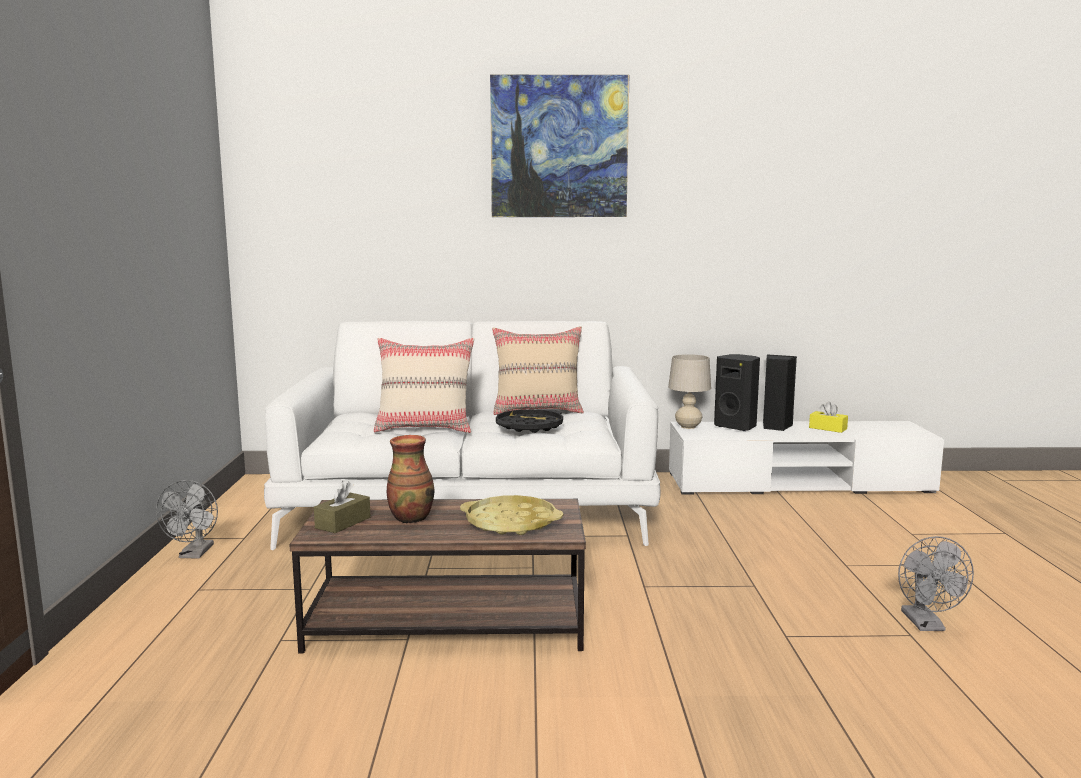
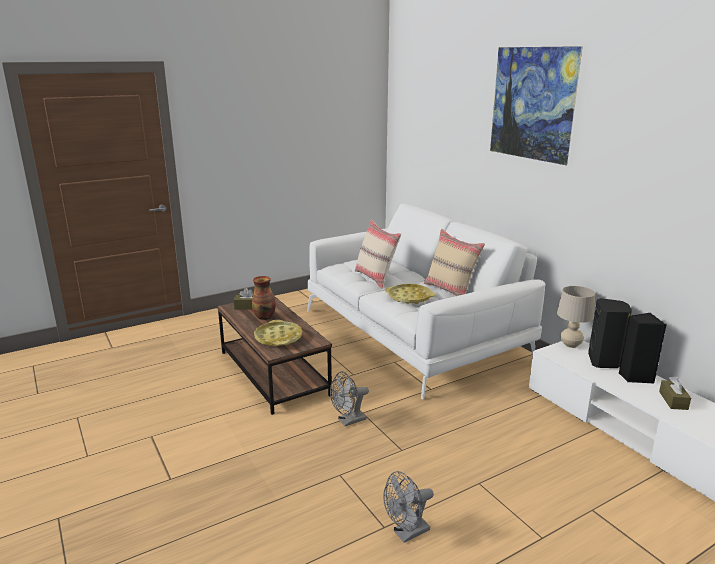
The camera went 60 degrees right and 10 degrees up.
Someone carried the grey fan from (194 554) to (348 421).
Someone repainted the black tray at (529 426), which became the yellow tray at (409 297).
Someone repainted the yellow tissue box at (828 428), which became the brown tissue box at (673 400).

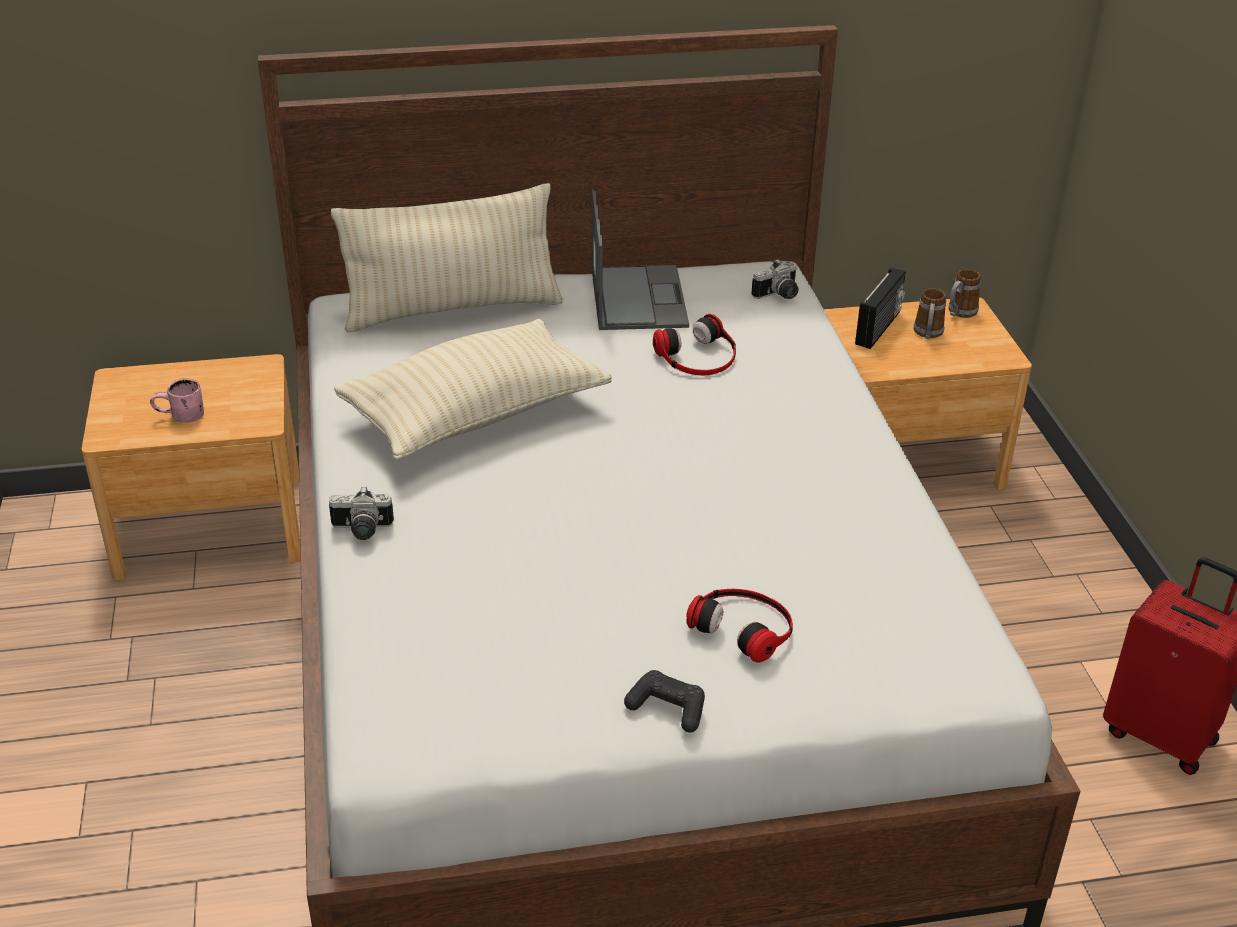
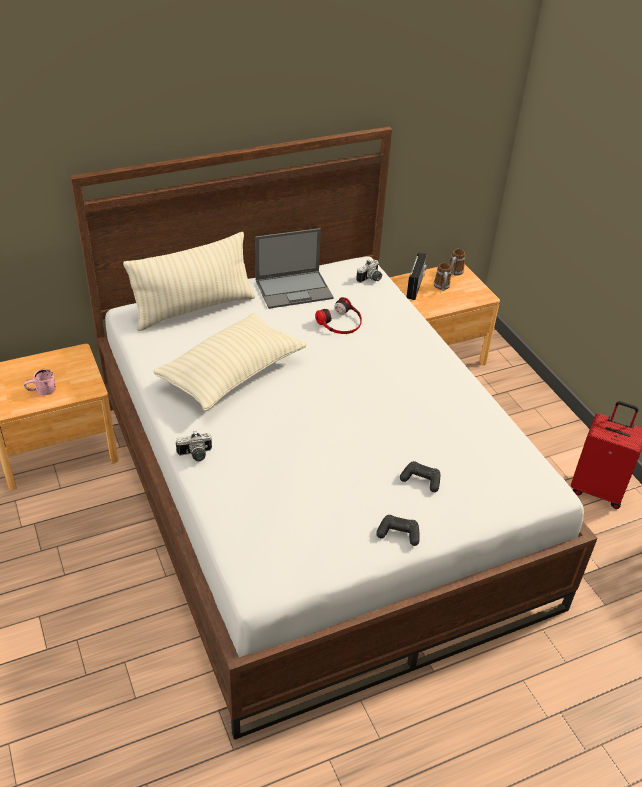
The camera went 15 degrees left and 5 degrees up.
Someone rotated the laptop at (637 297) by 90 degrees clockwise.
Someone swapped the headphones at (744 626) for the black game controller at (421 480).

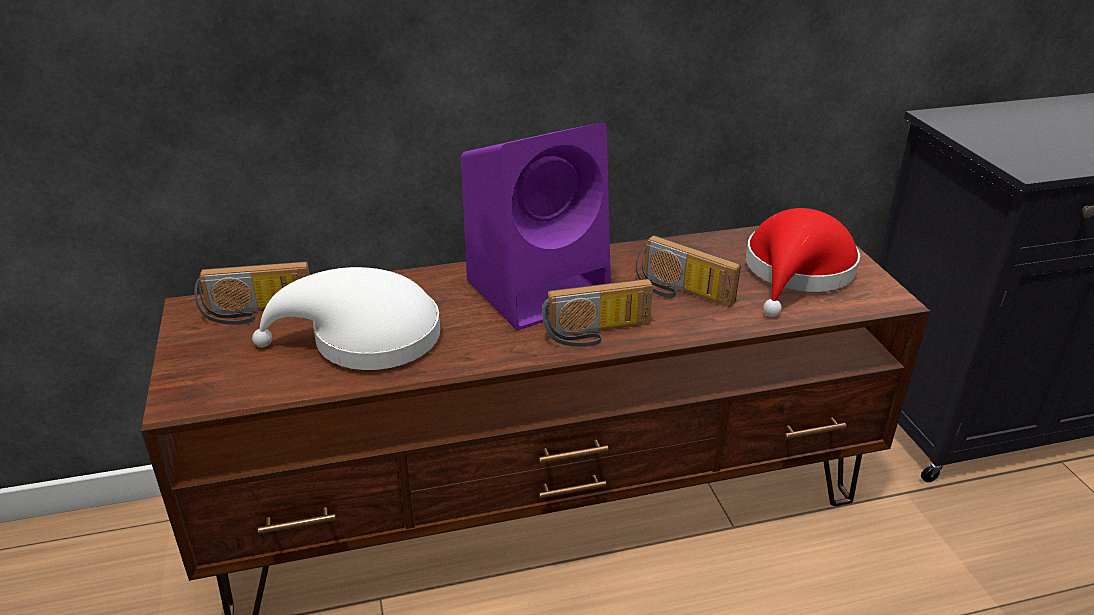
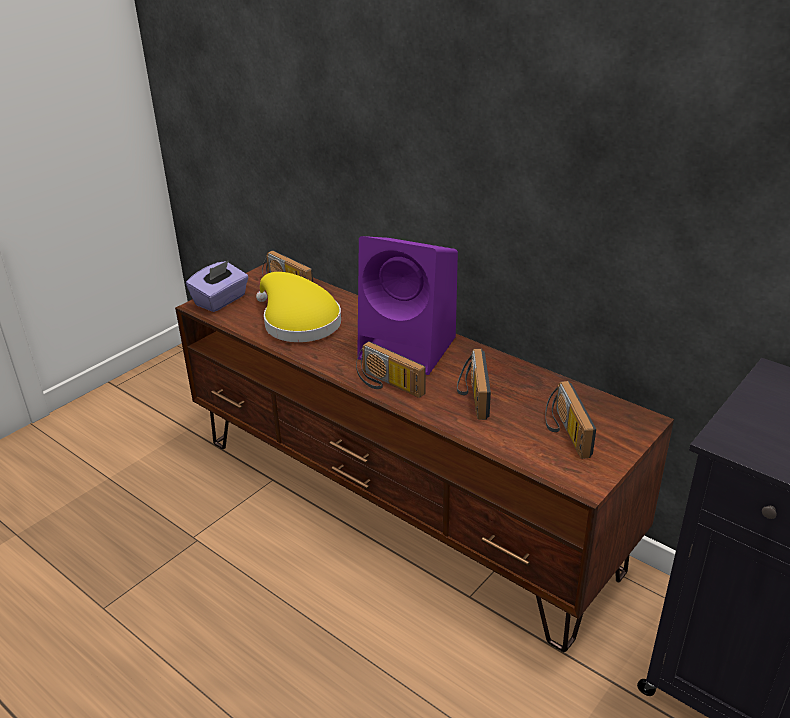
The camera went 55 degrees right and 0 degrees up.
Someone put down the purple tissue box at (221 301).
Someone repainted the white hat at (366 339), which became the yellow hat at (298 322).
Someone swapped the red hat at (797 272) for the radio at (564 432).

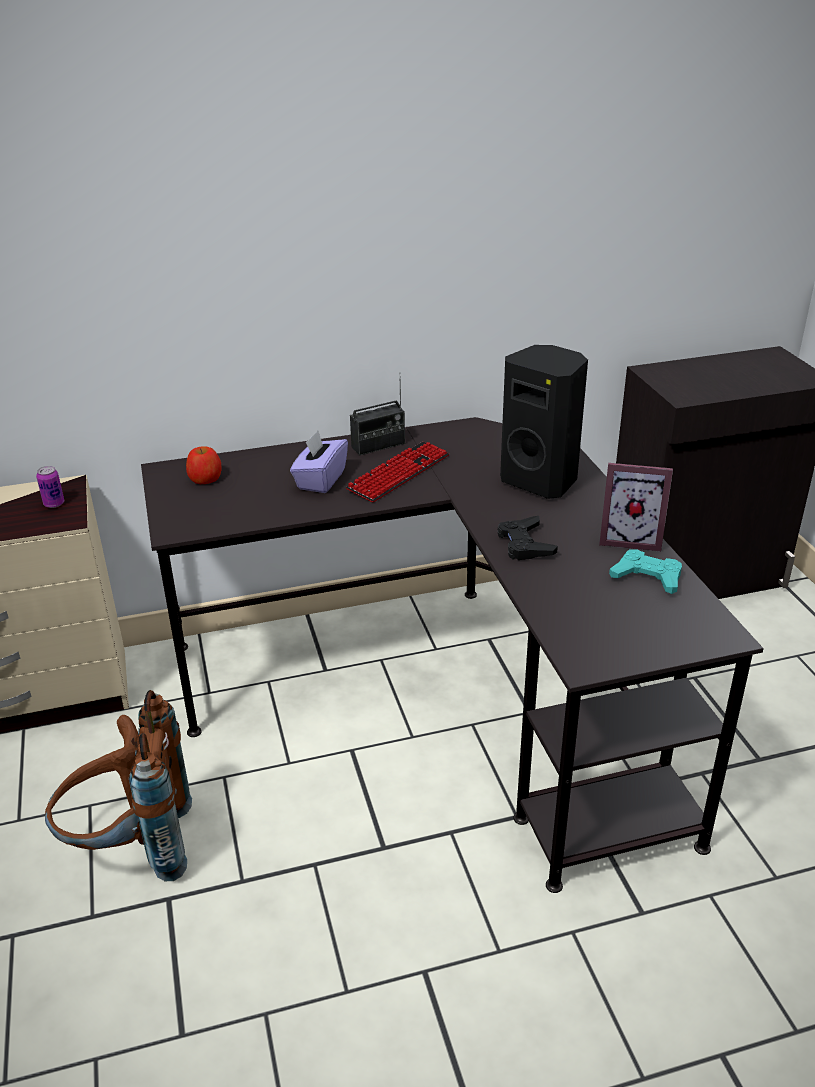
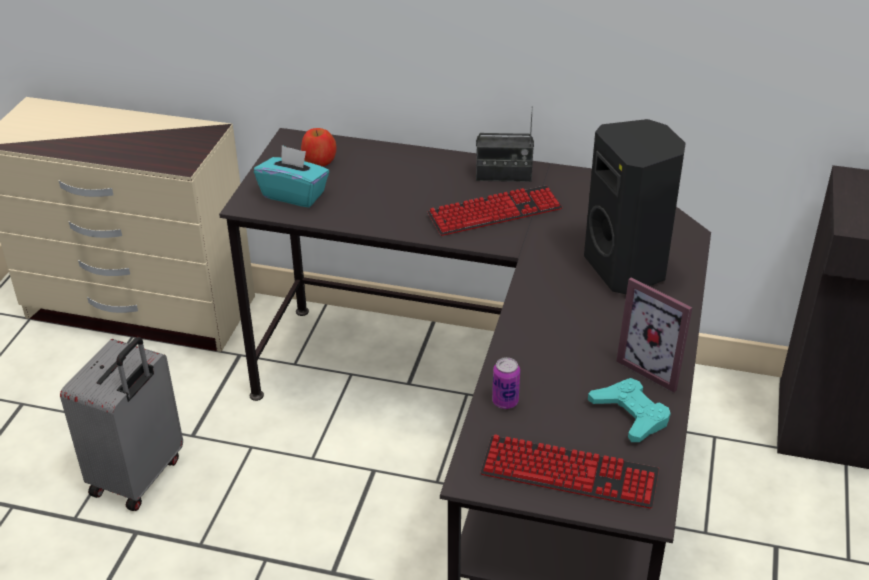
The camera went 30 degrees right and 5 degrees up.
Someone swapped the brown backpack at (132 848) for the grey suitcase at (139 477).
Someone put down the turquoise tissue box at (294 194).
Someone put down the keyboard at (569 474).
Someone carried the can from (54 504) to (505 401).
Someone took away the purple tissue box at (320 480).
Someone took away the black game controller at (525 544).

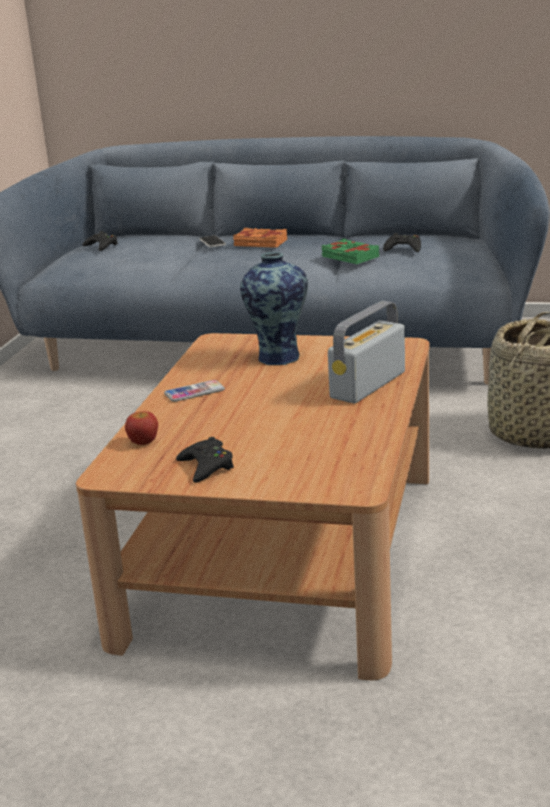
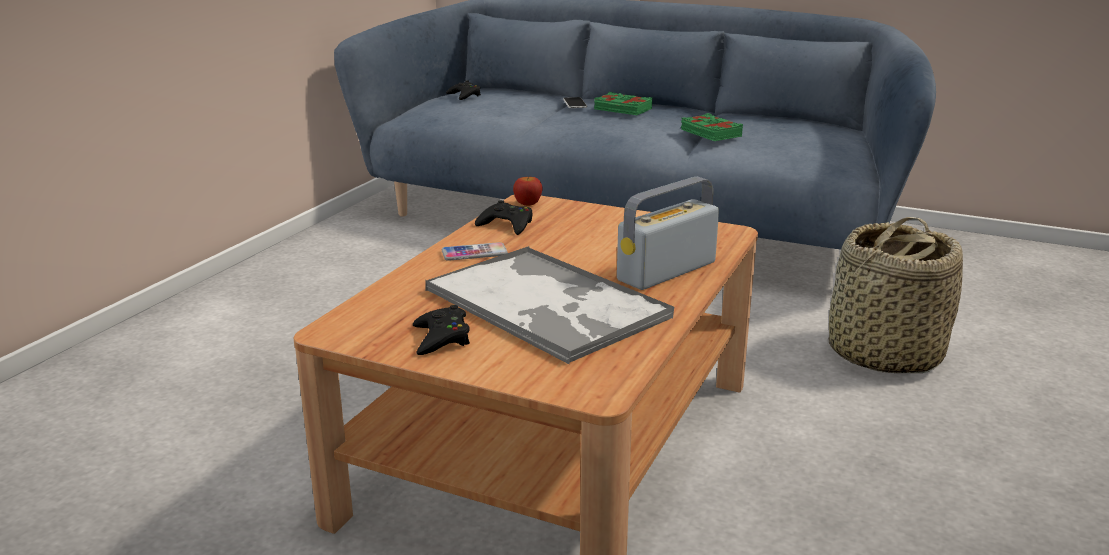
The camera went 10 degrees right and 0 degrees up.
Someone put down the tray at (547 305).
Someone carried the black game controller from (403 248) to (507 225).
Someone carried the apple from (143 442) to (528 204).
Someone repainted the orange book at (260 243), which became the green book at (622 109).
Someone took away the vase at (279 357).

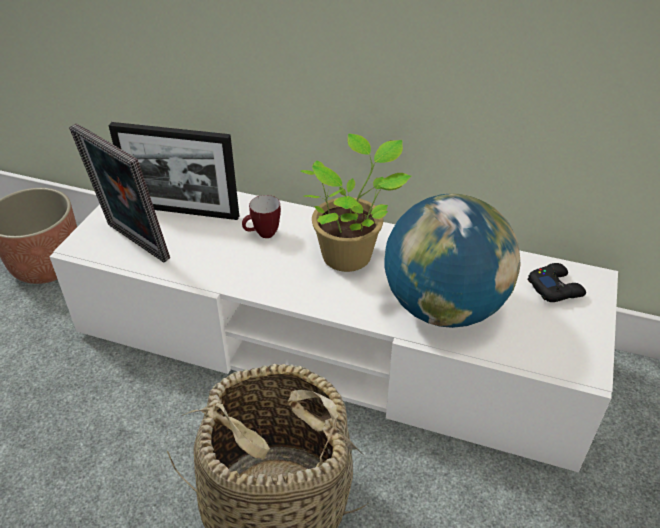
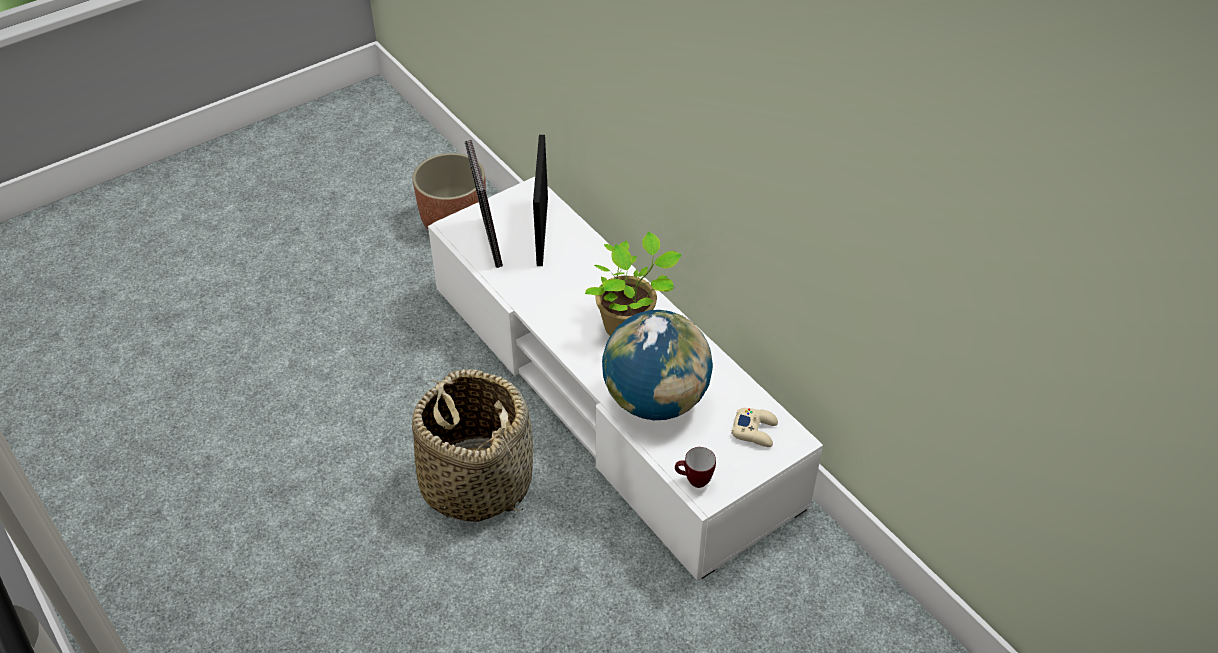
The camera went 35 degrees right and 5 degrees up.
Someone rotated the picture frame at (183 211) by 45 degrees clockwise.
Someone carried the mug from (262 235) to (693 481).
Someone repainted the black game controller at (555 288), which became the beige game controller at (755 430).

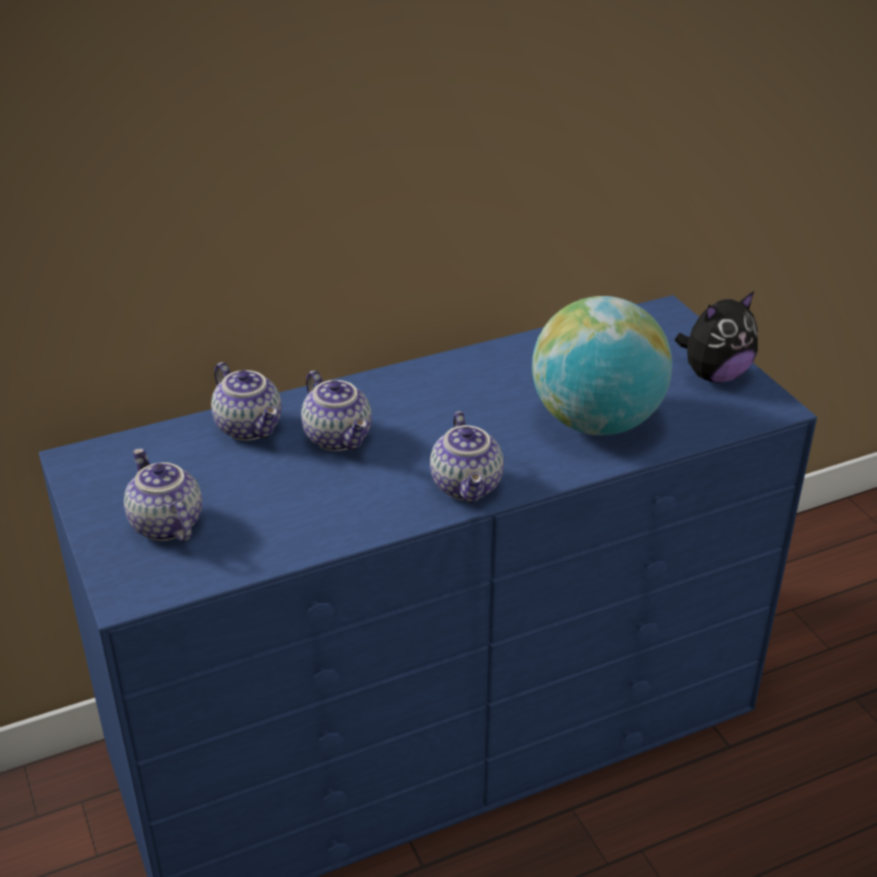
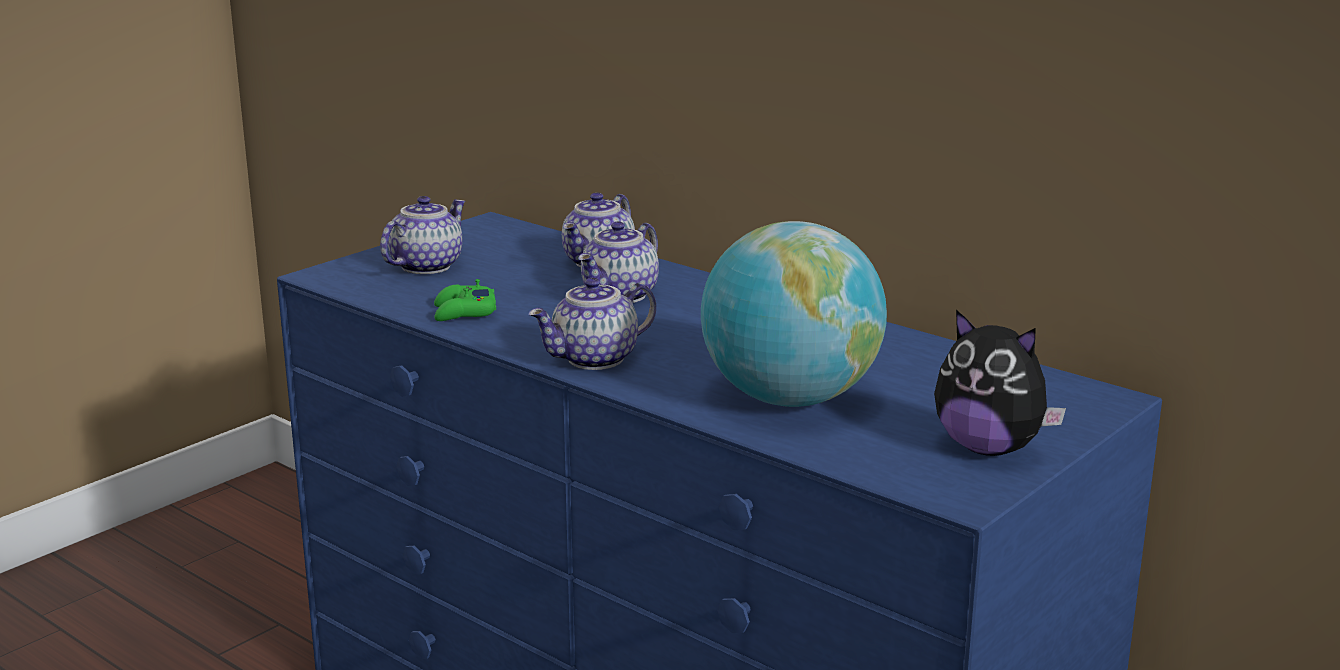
The camera went 65 degrees right and 15 degrees down.
Someone put down the green game controller at (464 312).

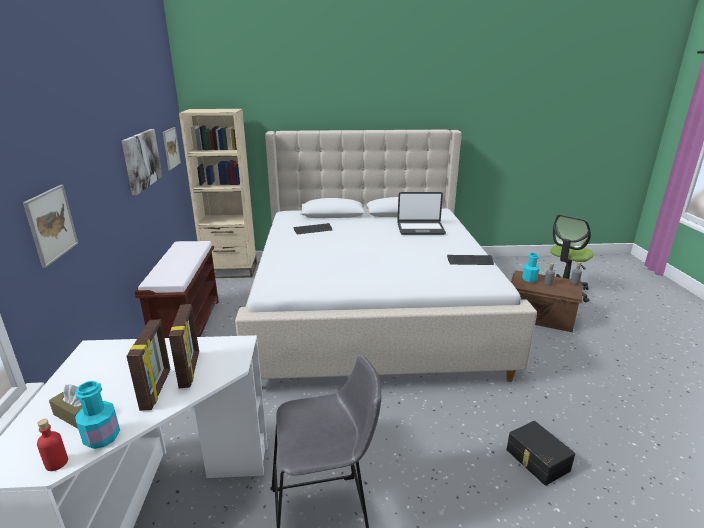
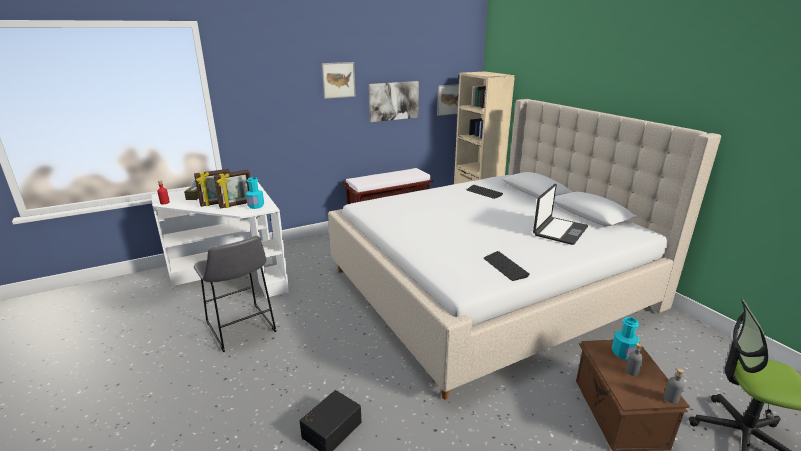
The camera went 65 degrees right and 0 degrees up.
Someone carried the turquoise bottle from (102 437) to (256 206).
Someone carried the picture from (51 224) to (338 80).
Someone rotated the laptop at (420 229) by 120 degrees counterclockwise.

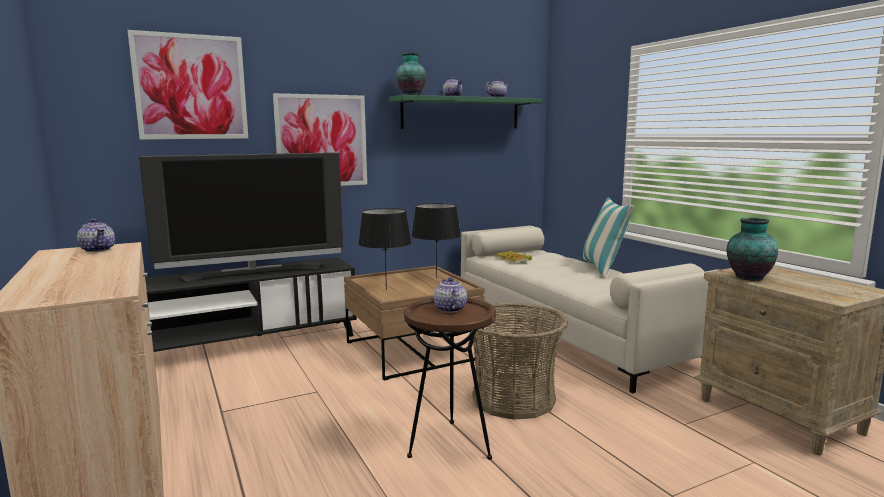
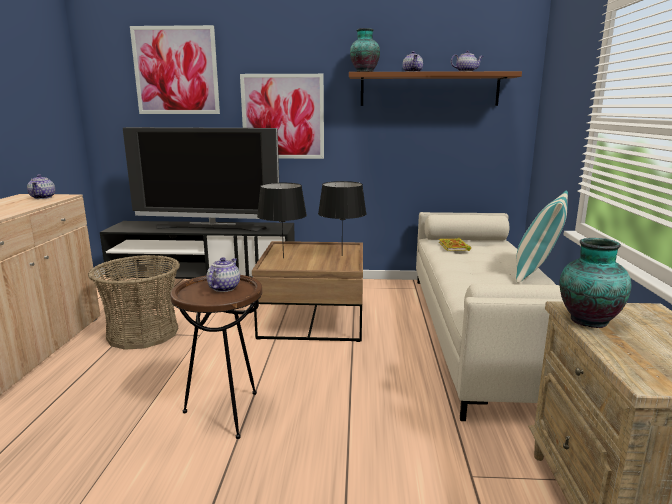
The camera went 30 degrees right and 5 degrees up.
Someone carried the basket from (513 399) to (143 333).
Someone repainted the green shelf at (461 113), which became the brown shelf at (429 89).

